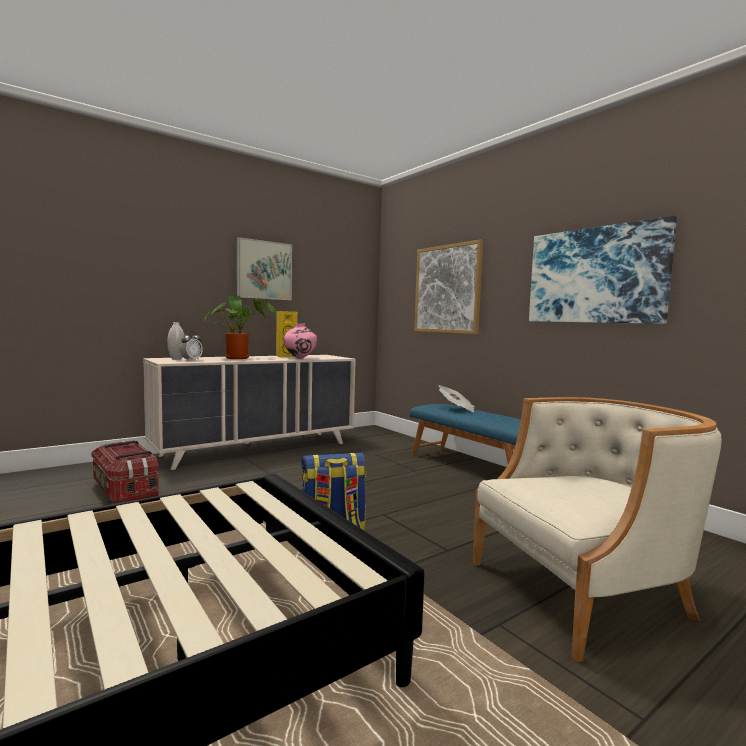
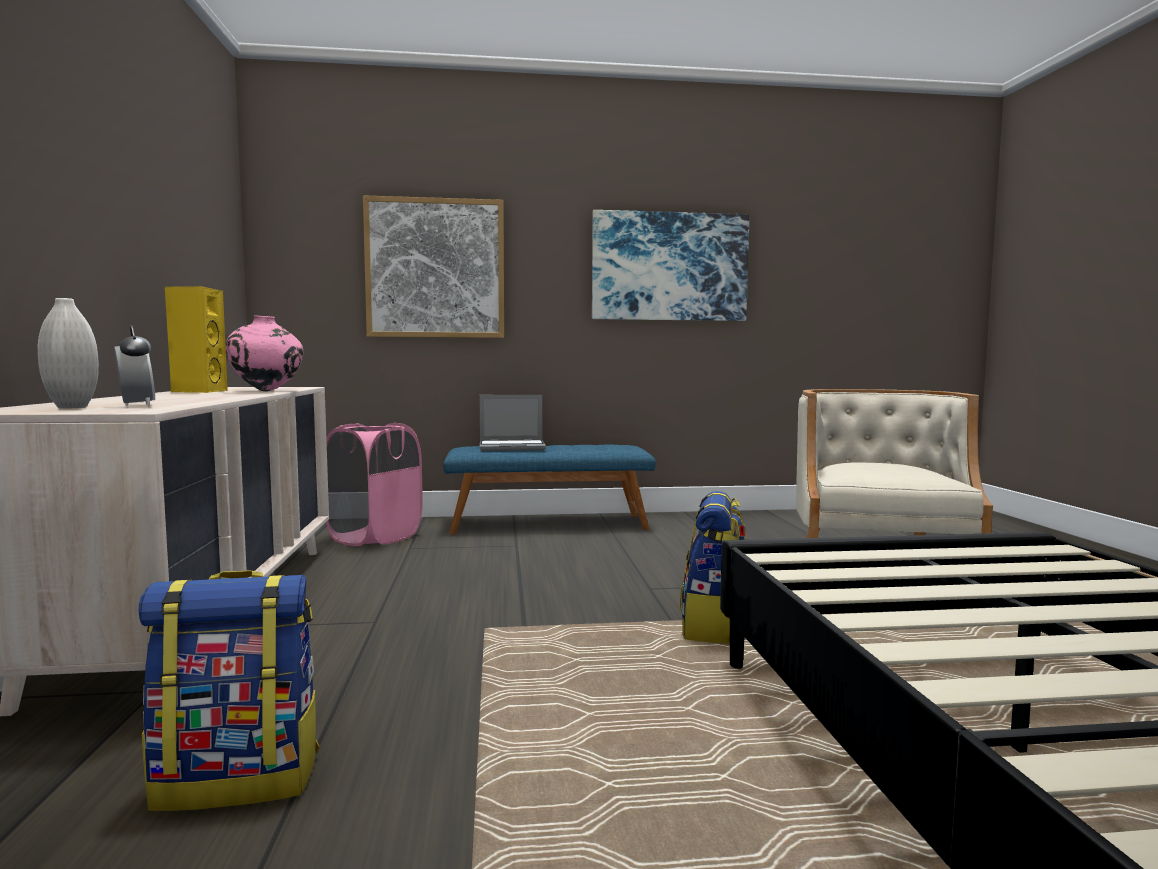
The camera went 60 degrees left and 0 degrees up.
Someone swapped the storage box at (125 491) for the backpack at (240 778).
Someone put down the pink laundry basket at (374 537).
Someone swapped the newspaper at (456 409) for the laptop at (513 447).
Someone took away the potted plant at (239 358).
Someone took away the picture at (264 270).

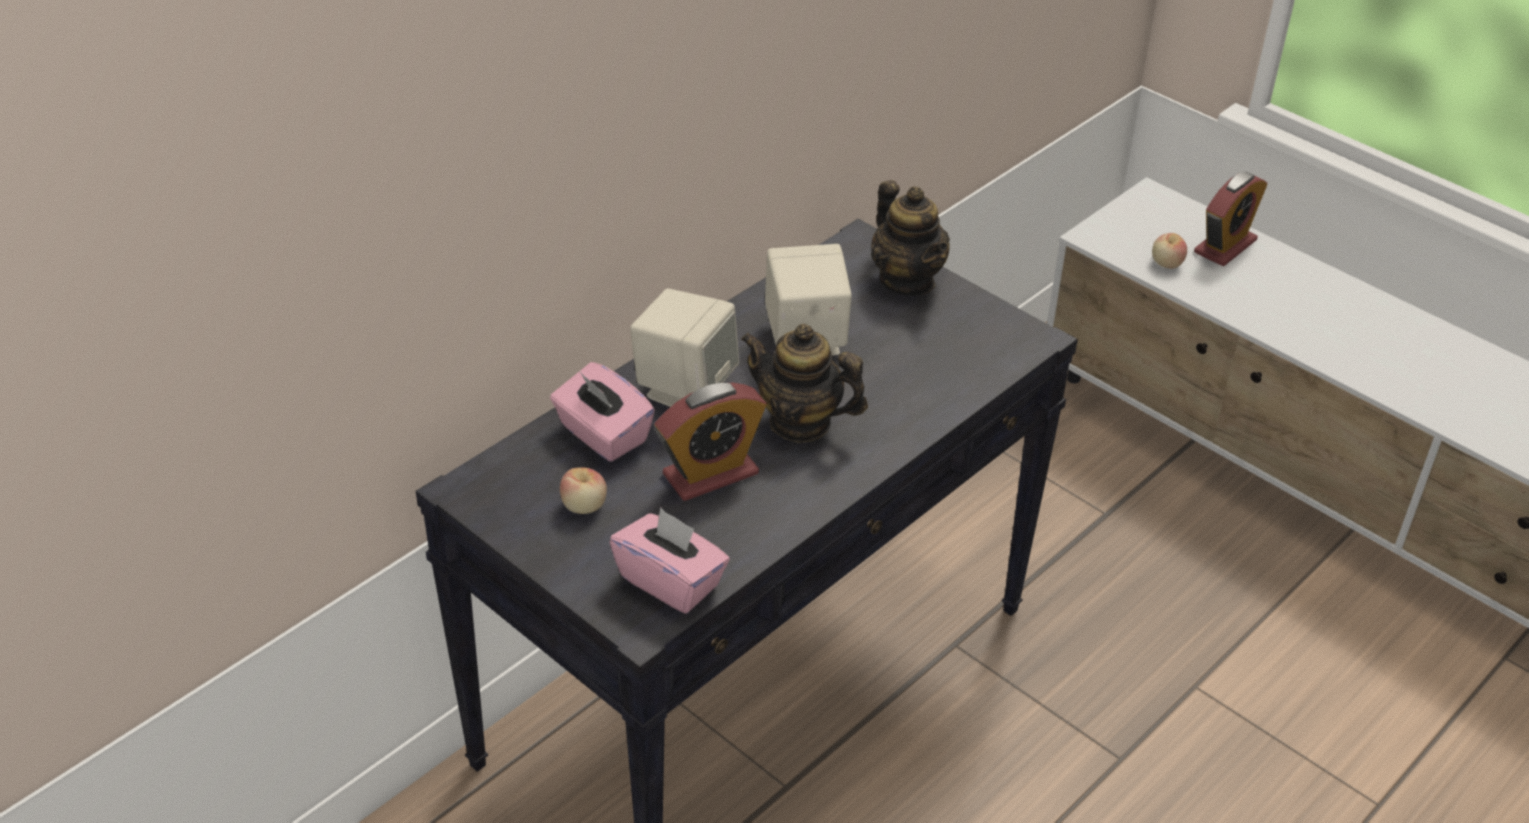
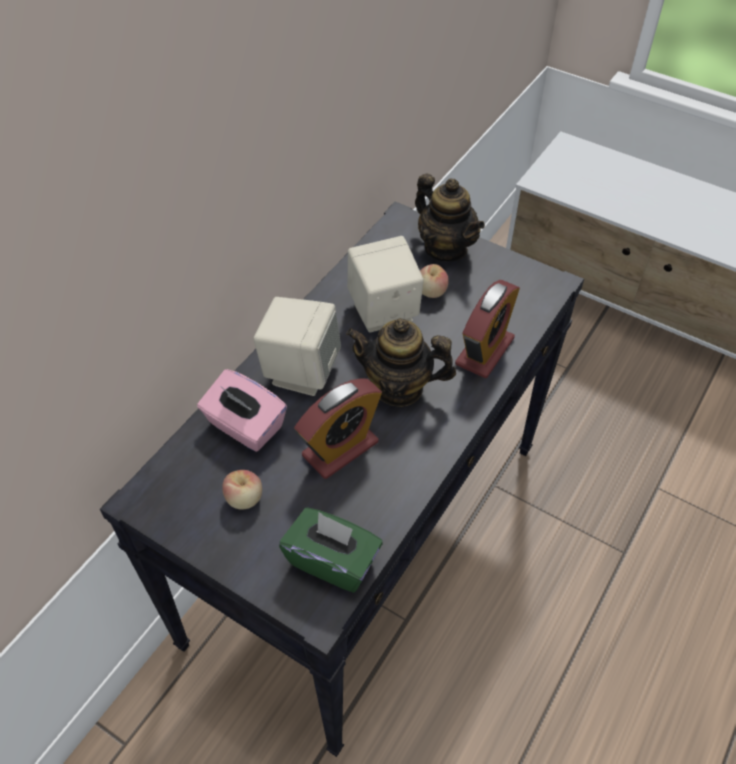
The camera went 10 degrees left and 10 degrees up.
Someone repainted the pink tissue box at (671 581), which became the green tissue box at (333 561).
Someone carried the apple from (1166 264) to (431 292).
Someone carried the alarm clock from (1225 246) to (484 351).

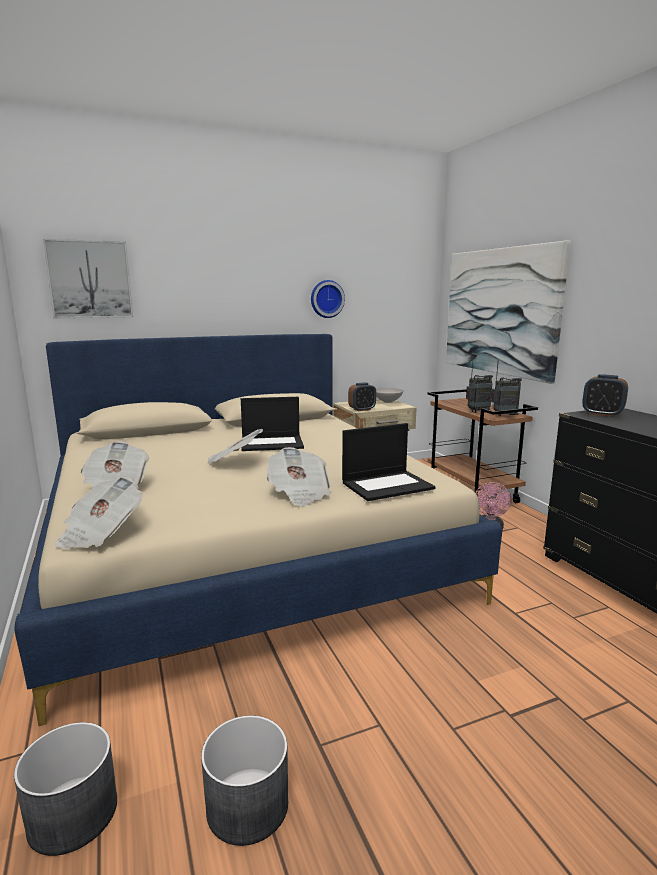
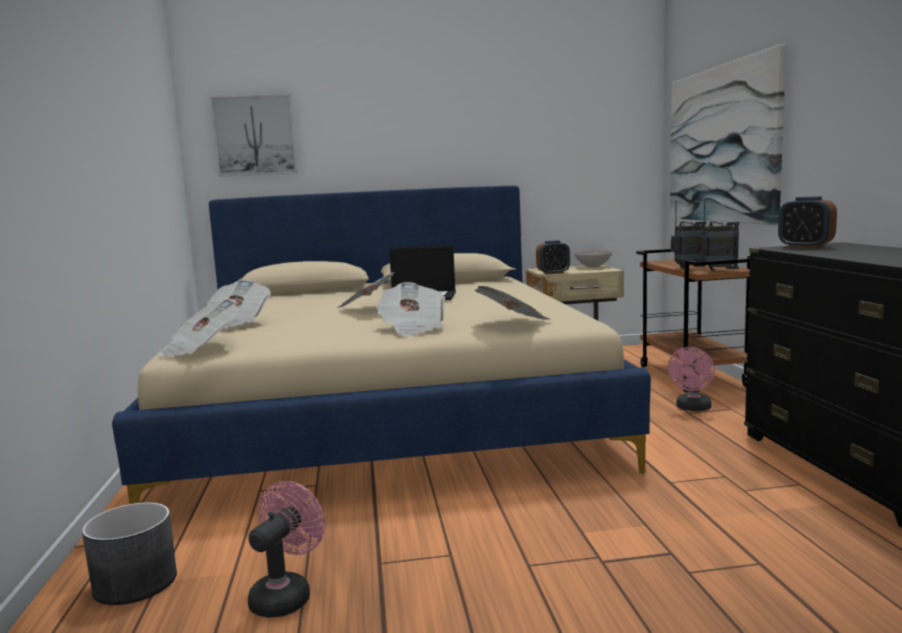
The camera went 15 degrees right and 5 degrees down.
Someone swapped the grey planter at (247 806) for the pink fan at (286 595).
Someone swapped the laptop at (387 485) for the newspaper at (513 323).
Someone took away the wall clock at (326 299).

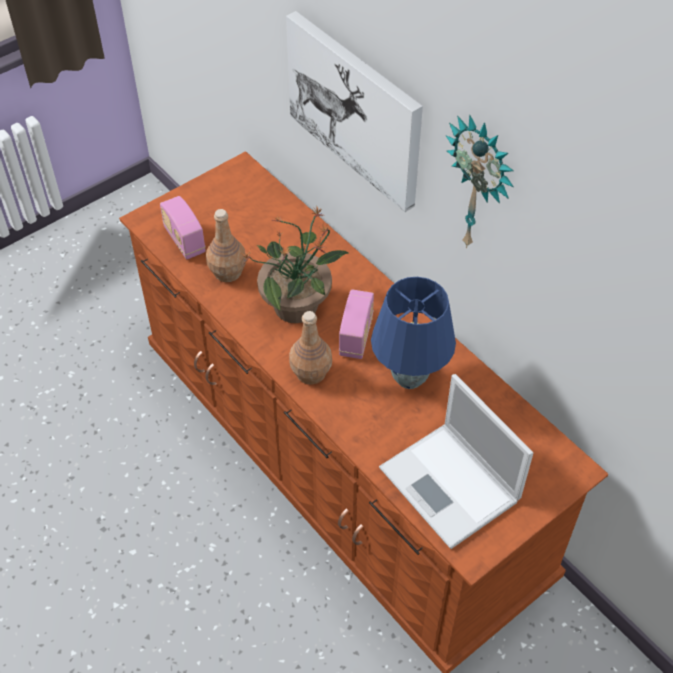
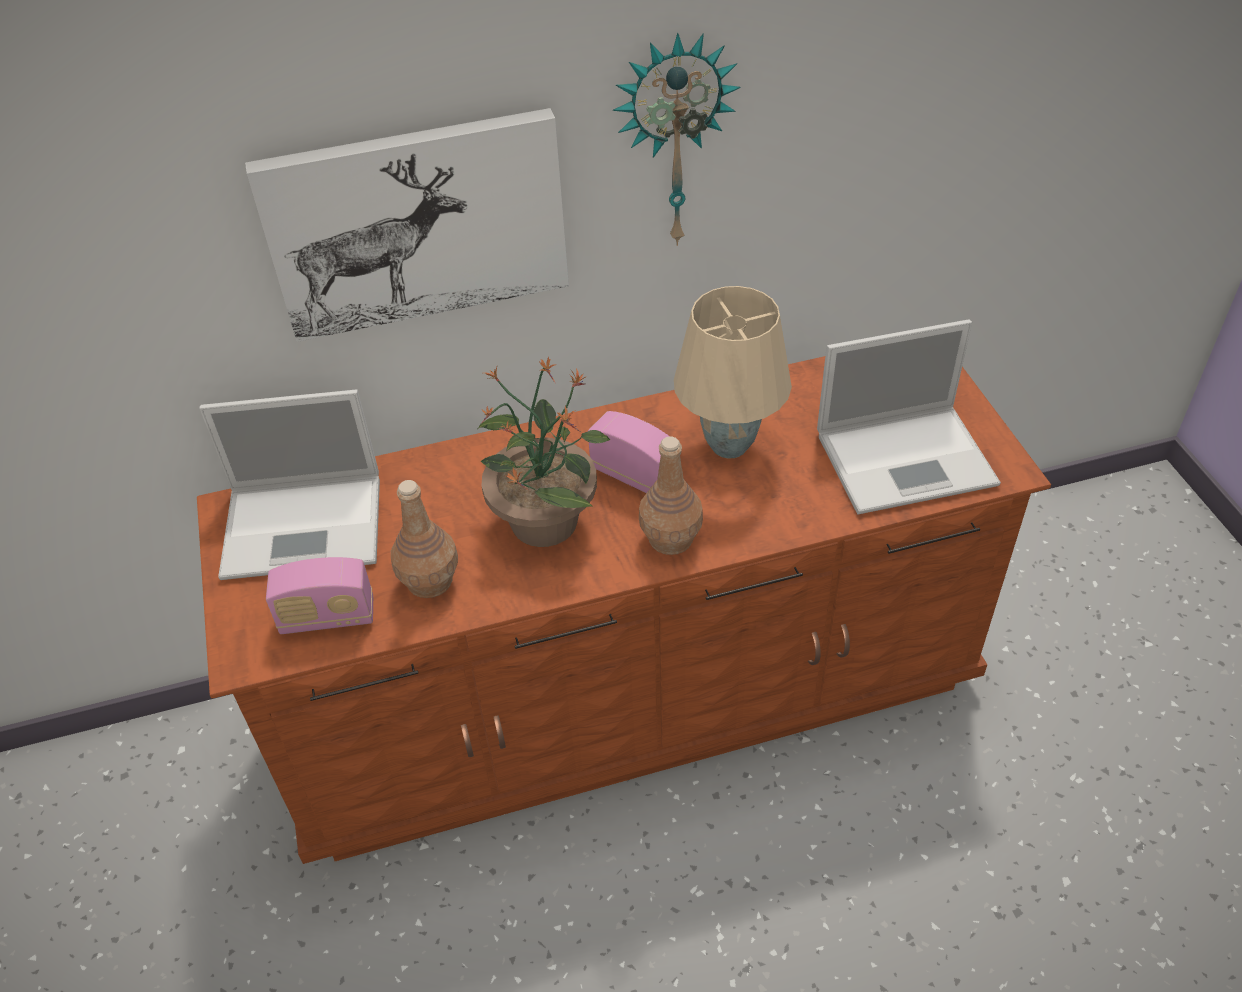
The camera went 65 degrees left and 5 degrees down.
Someone put down the laptop at (307 525).
Someone repainted the blue table lamp at (410 379), which became the beige table lamp at (731 445).

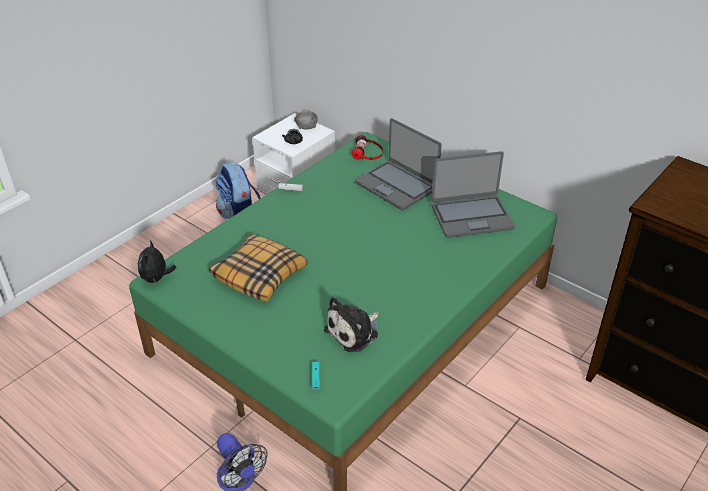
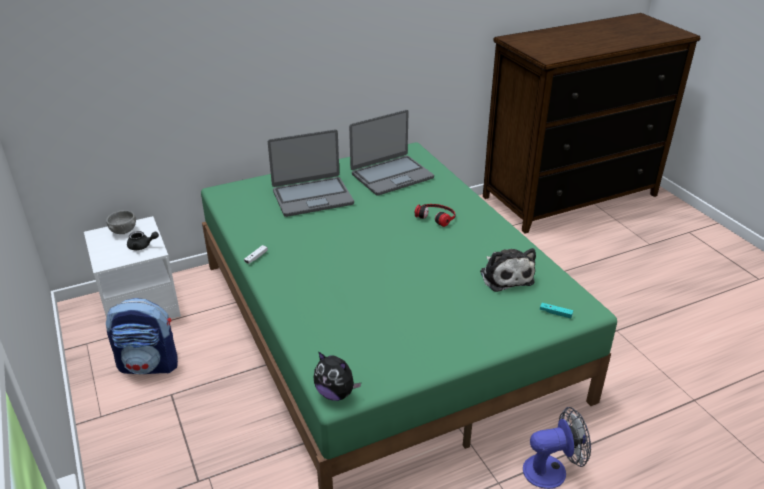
The camera went 65 degrees left and 5 degrees down.
Someone rotated the laptop at (471 217) by 45 degrees clockwise.
Someone carried the headphones from (368 152) to (436 216).
Someone took away the pillow at (260 274).

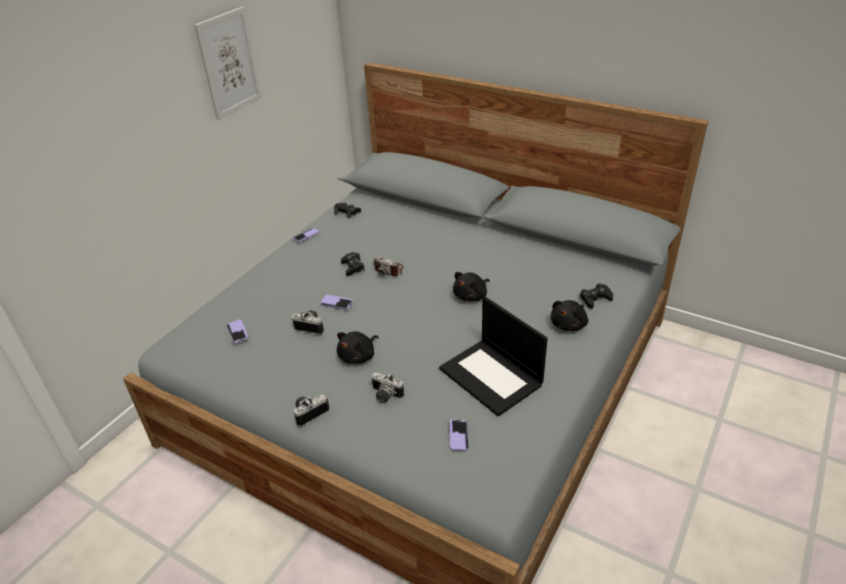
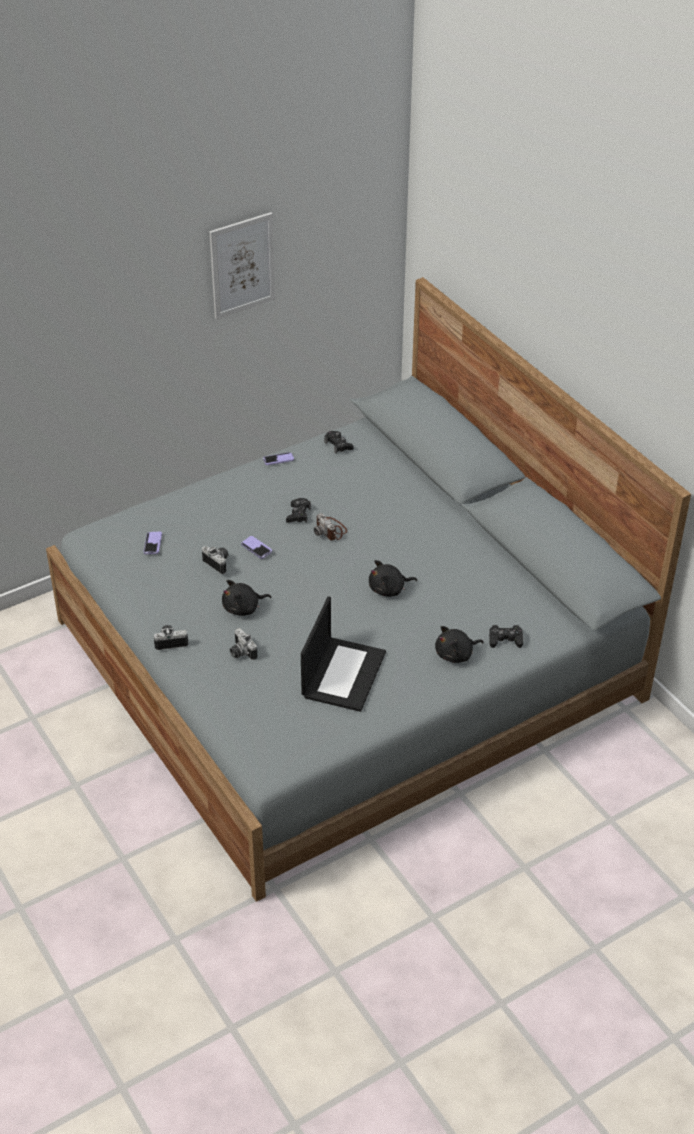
The camera went 25 degrees right and 5 degrees up.
Someone rotated the laptop at (492 377) by 150 degrees counterclockwise.
Someone took away the phone at (458 436).

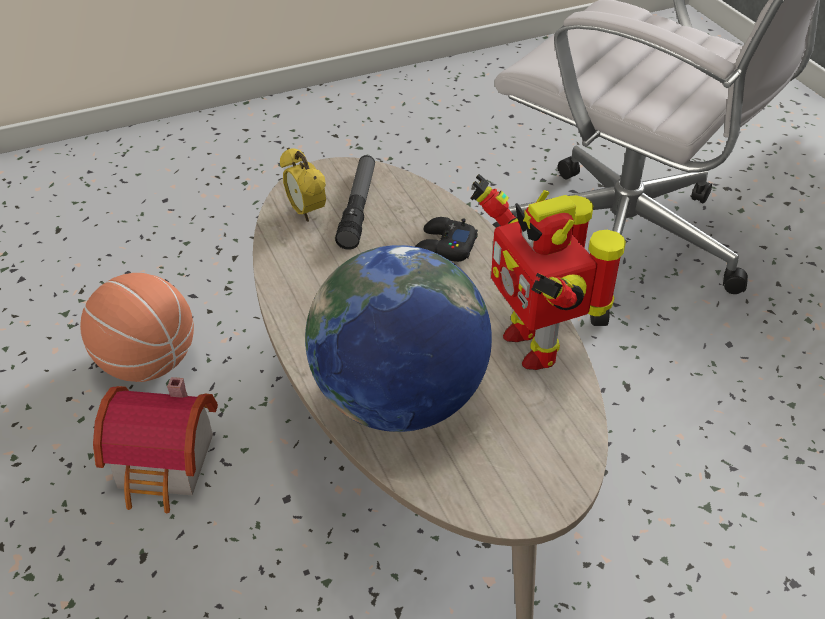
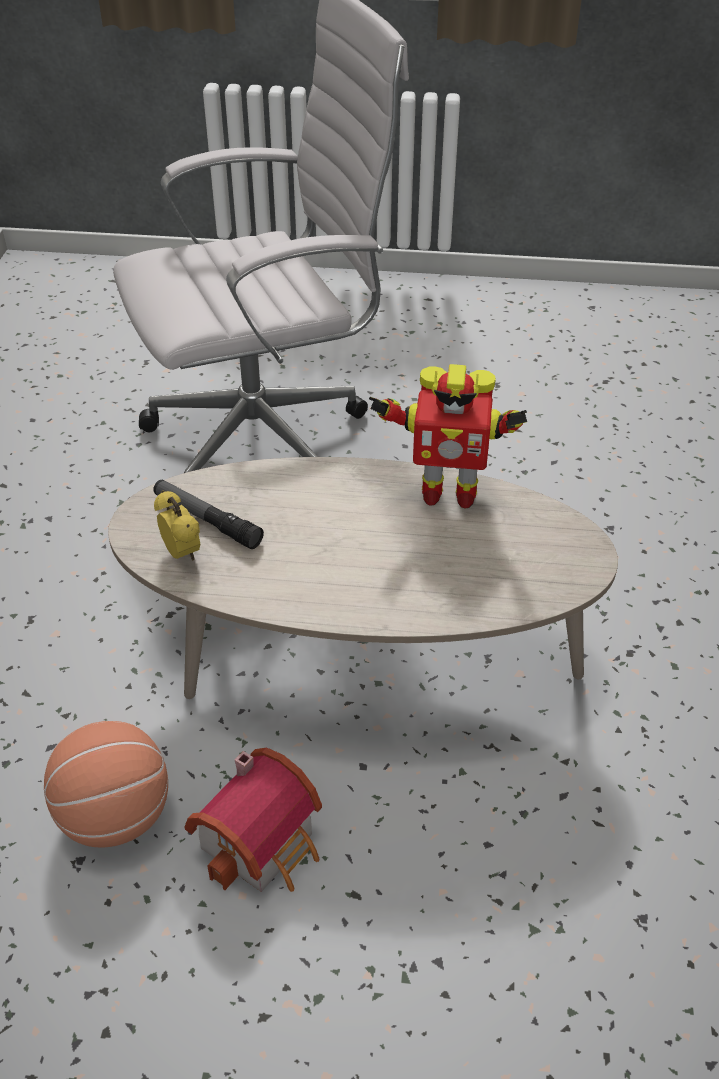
The camera went 60 degrees left and 0 degrees up.
Someone rotated the alarm clock at (306 212) by 120 degrees counterclockwise.
Someone took away the globe at (399 399).
Someone took away the black game controller at (444 247).

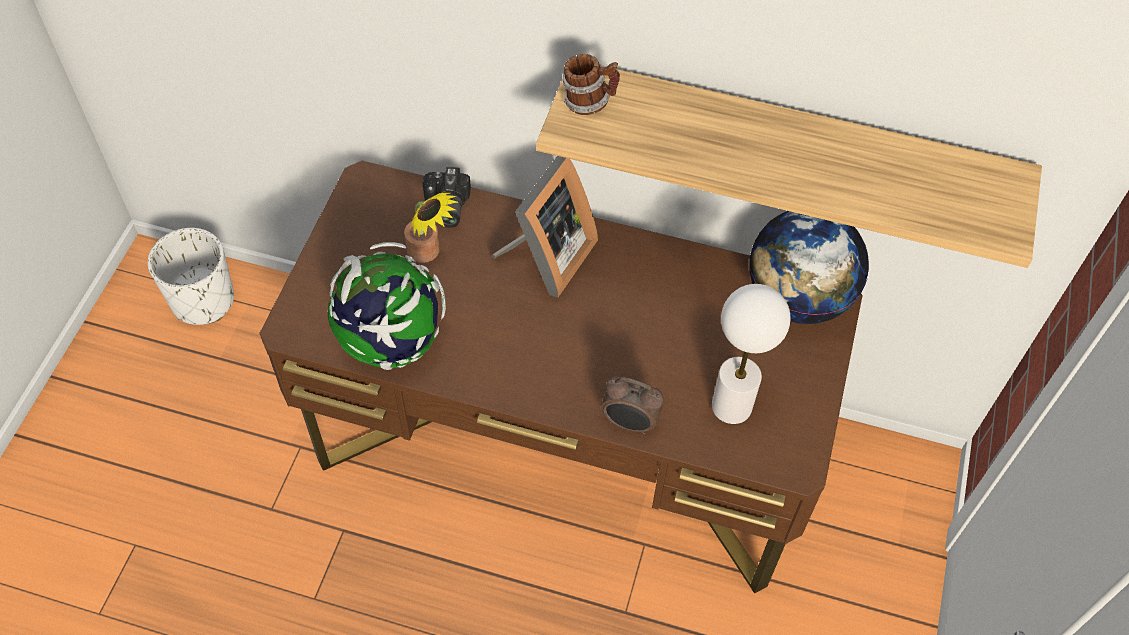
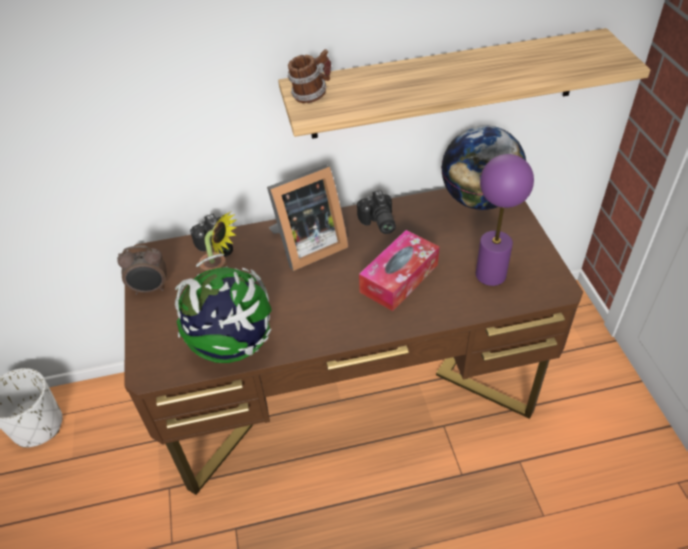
The camera went 25 degrees left and 10 degrees down.
Someone carried the alarm clock from (629 423) to (150 289).
Someone rotated the picture frame at (546 258) by 60 degrees clockwise.
Someone put down the photo camera at (377 223).
Someone put down the tissue box at (399 278).
Someone repainted the white table lamp at (731 406), which became the purple table lamp at (490 275).

